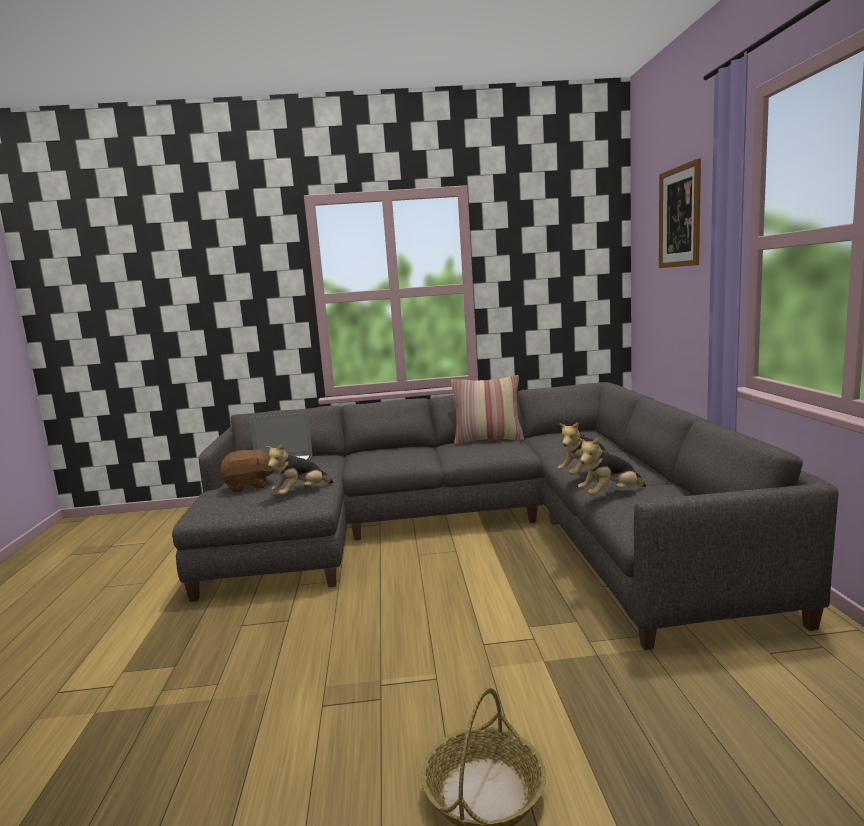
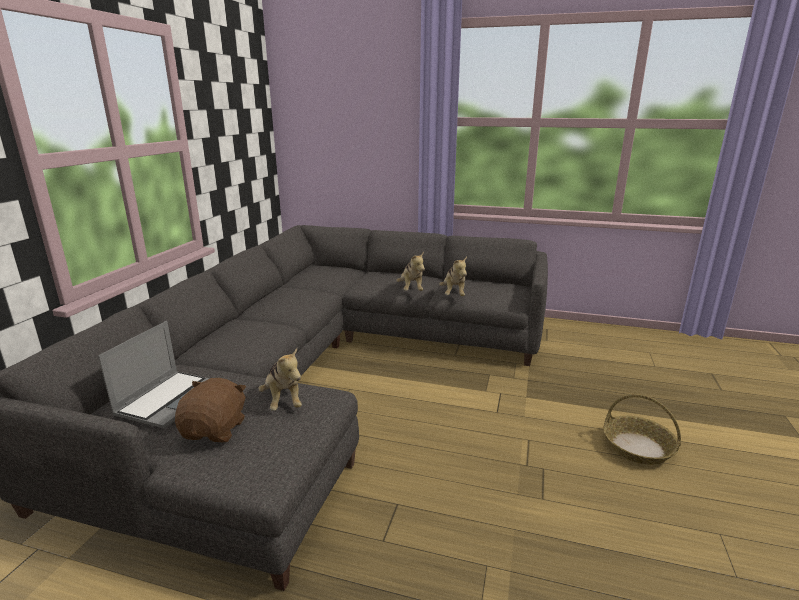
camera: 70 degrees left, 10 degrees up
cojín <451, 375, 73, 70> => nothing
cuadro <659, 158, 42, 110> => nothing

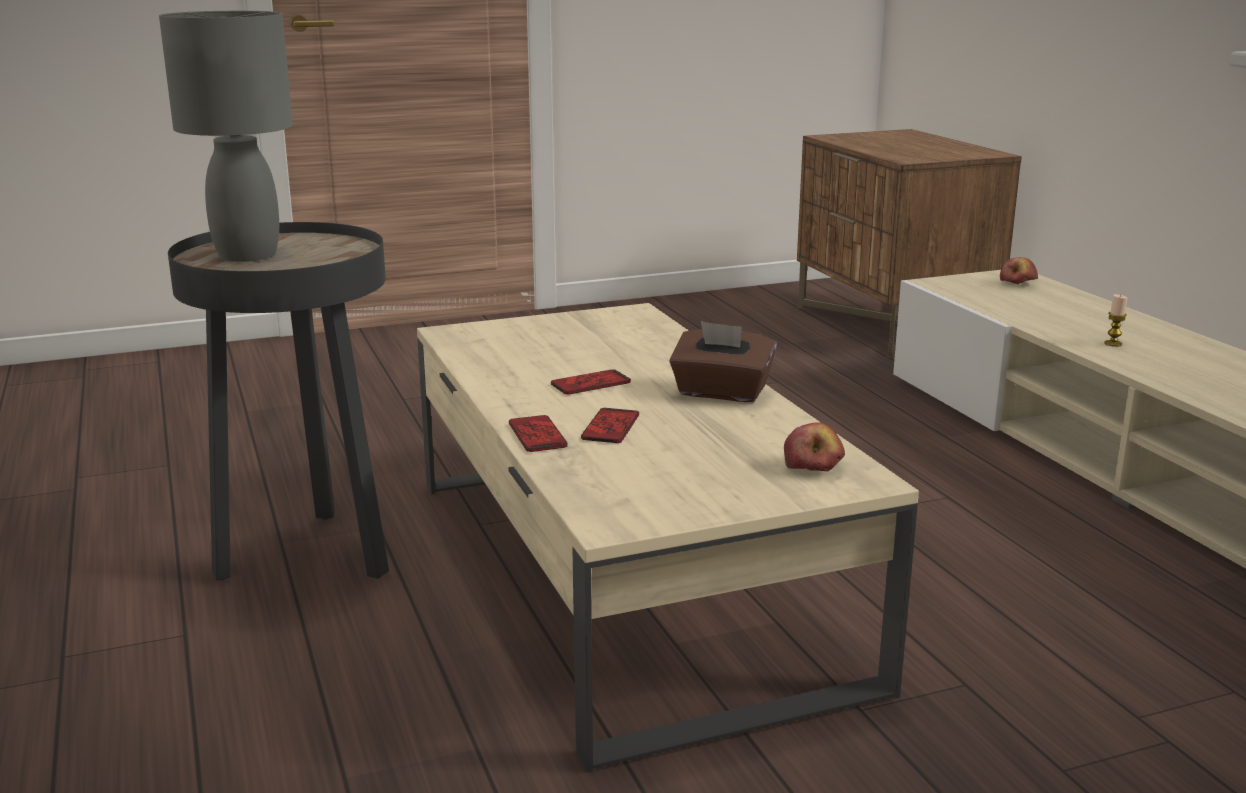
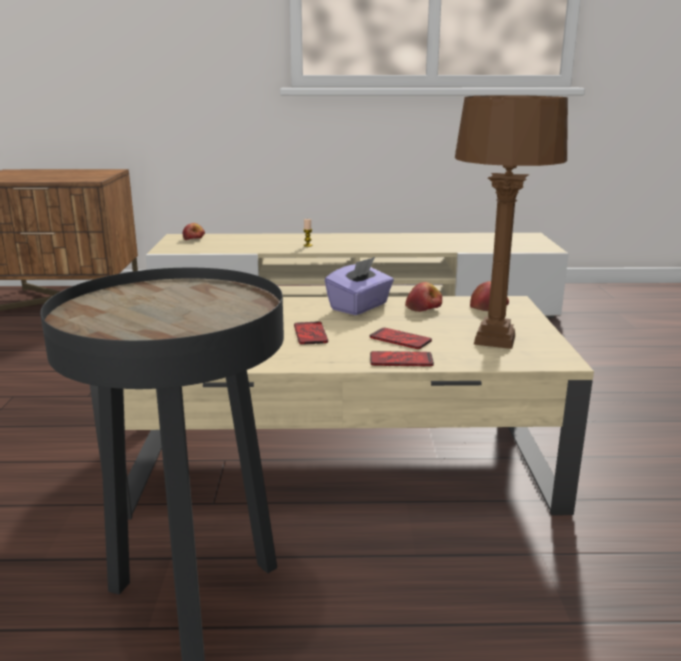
camera: 70 degrees left, 0 degrees up
lámpara de mesa [gris] <159, 11, 134, 251> => nothing
nothing => manzana <405, 282, 37, 30>
nothing => lámpara de mesa [marrón] <455, 95, 113, 254>
caja de pañuelos [marrón] <669, 321, 108, 81> => caja de pañuelos [morado] <325, 257, 69, 58>

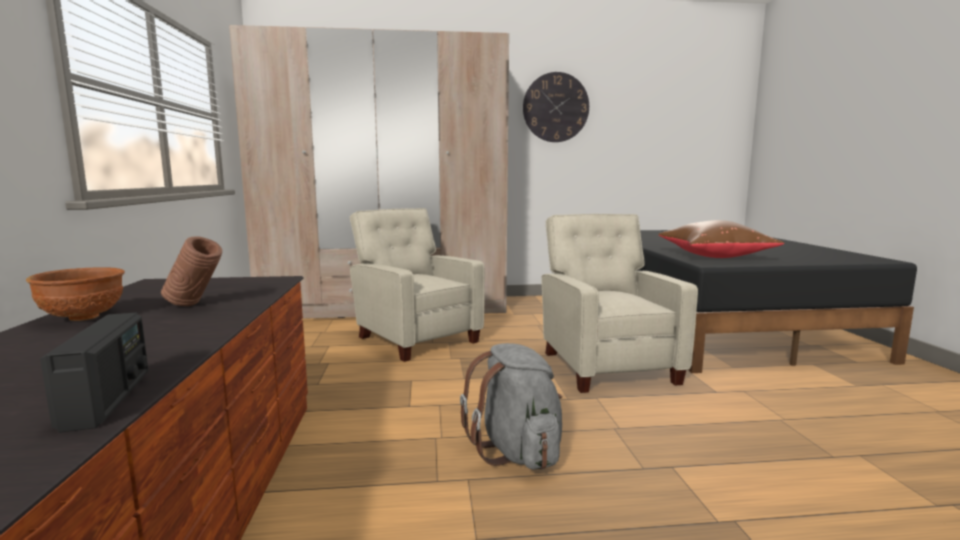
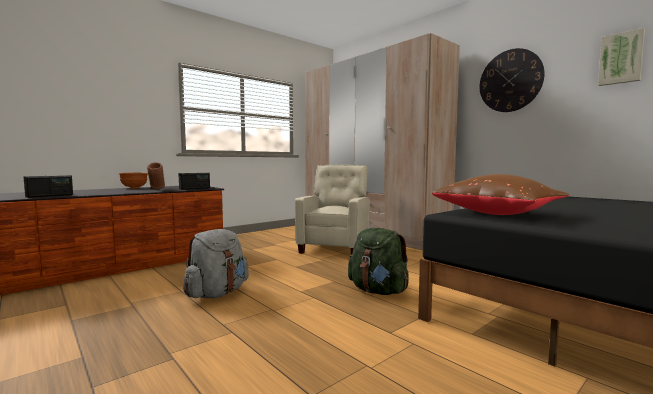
camera: 55 degrees right, 5 degrees down
nothing => radio <178, 173, 32, 17>
nothing => cuadro <598, 28, 47, 58>
sillón [beis] <541, 214, 157, 179> => mochila [verde] <348, 228, 60, 67>

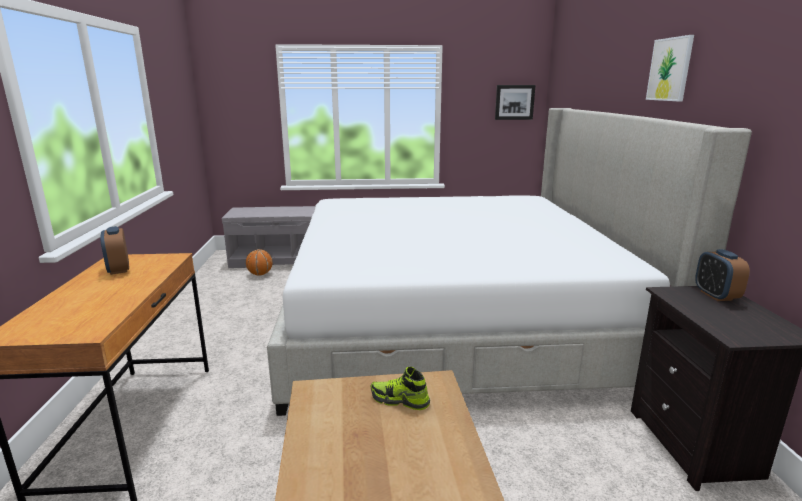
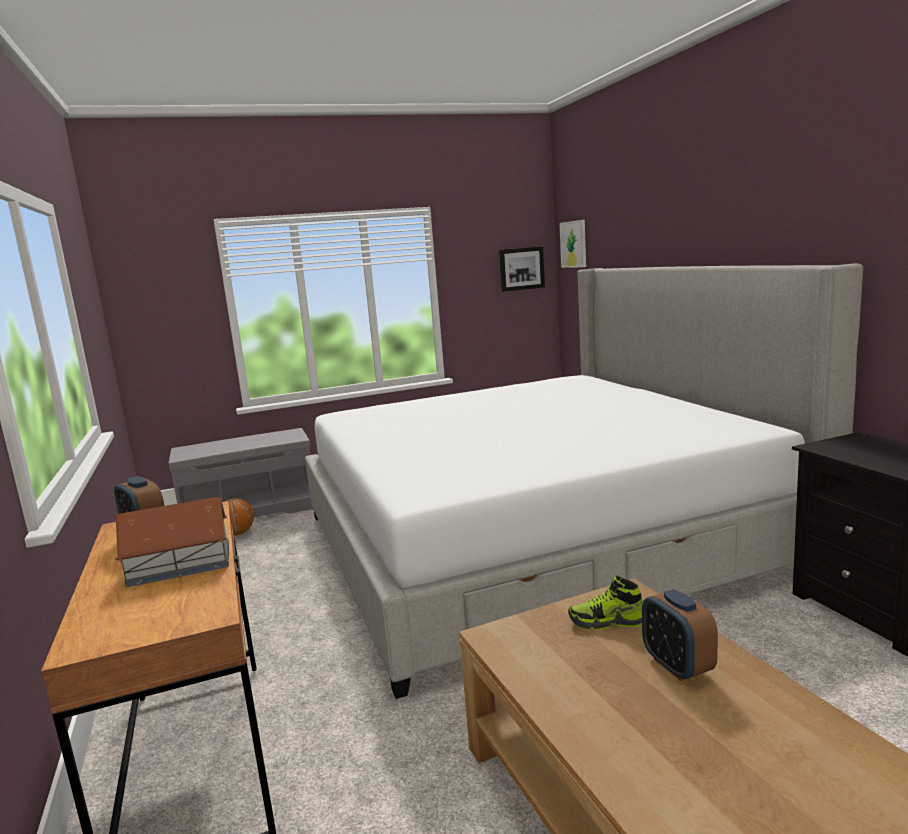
camera: 15 degrees left, 5 degrees down
nothing => casita <115, 497, 114, 90>
cuadro <646, 35, 48, 67> => cuadro <559, 220, 27, 48>, shifted
despertador <695, 249, 55, 52> => despertador <642, 589, 76, 92>, shifted

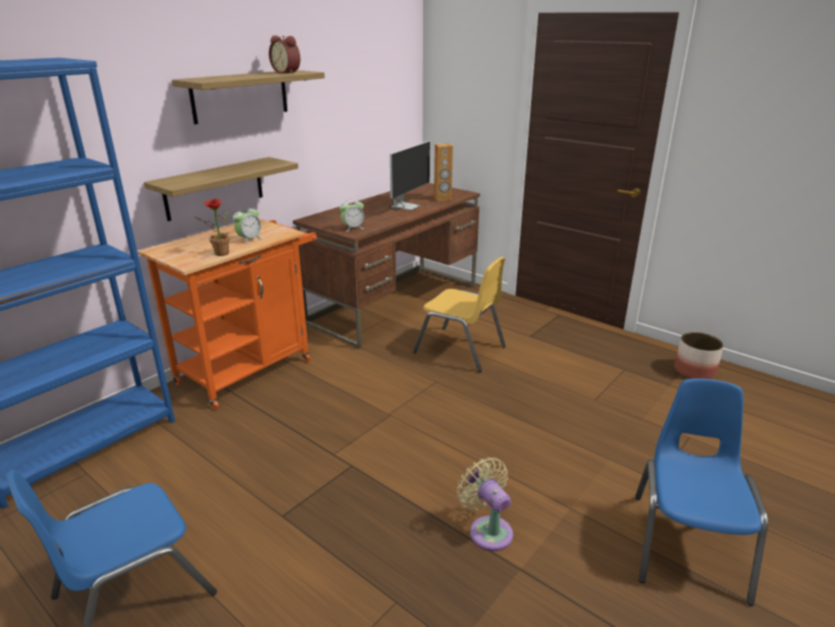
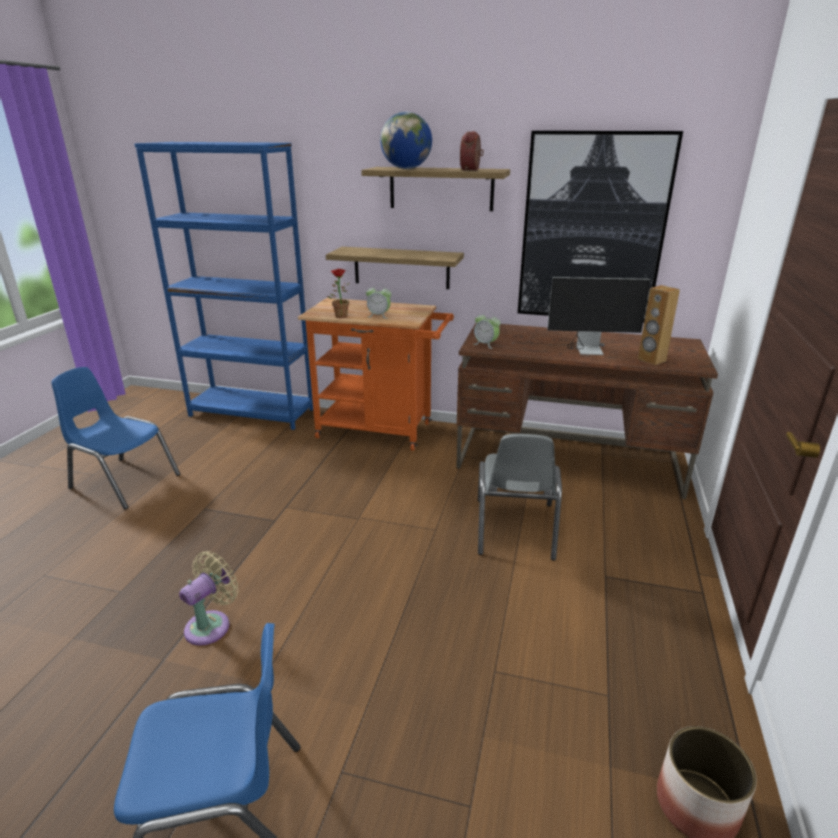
camera: 65 degrees right, 0 degrees up
nothing => globo terráqueo <380, 112, 52, 57>
nothing => cuadro <518, 131, 165, 192>
silla [amarillo] <413, 257, 93, 115> => silla [gris] <478, 434, 84, 127>

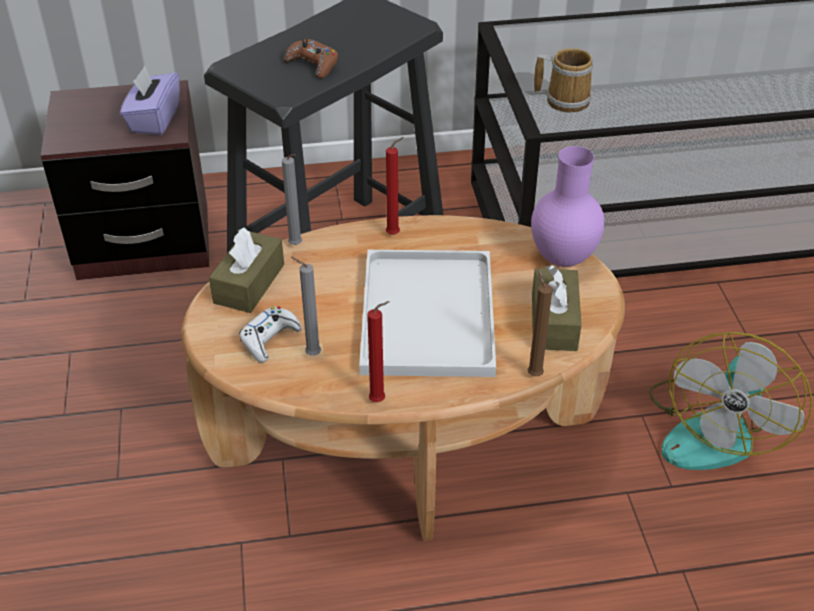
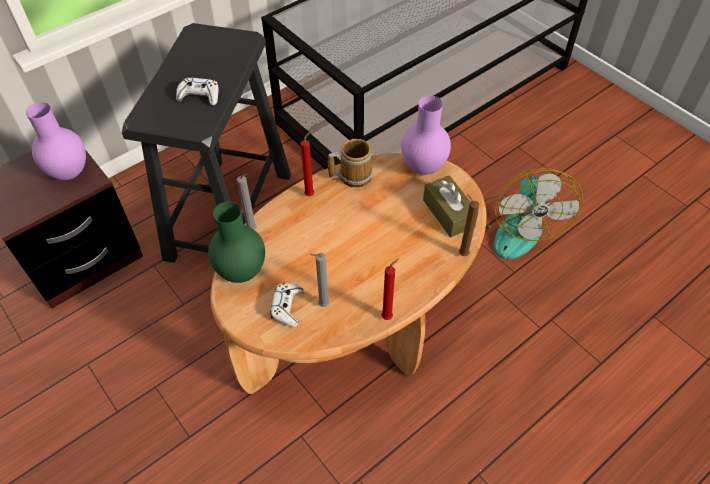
camera: 30 degrees left, 10 degrees up
bandeja [blanco] <359, 250, 137, 127> => nothing
taza grande <534, 48, 59, 65> => taza grande <328, 139, 45, 48>, shifted
caja de pañuelos [morado] <120, 66, 60, 69> => florero [morado] <26, 102, 60, 78>
caja de pañuelos [marrón] <209, 227, 75, 86> => florero [verde] <208, 201, 57, 82>
mando de consola [marrón] <284, 39, 54, 39> => mando de consola [blanco] <176, 78, 43, 27>

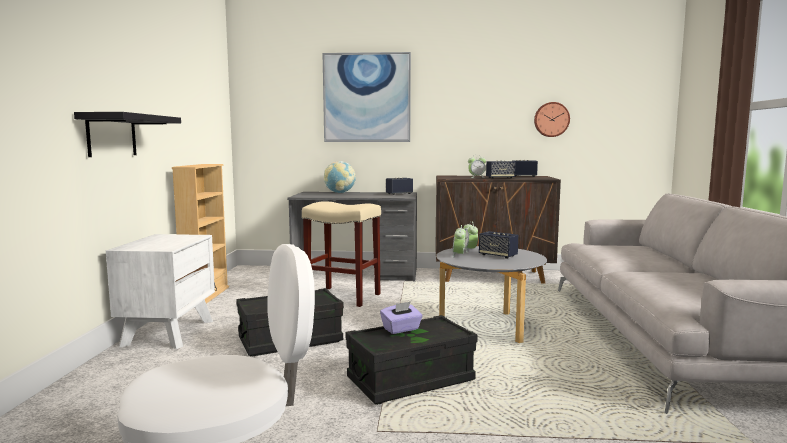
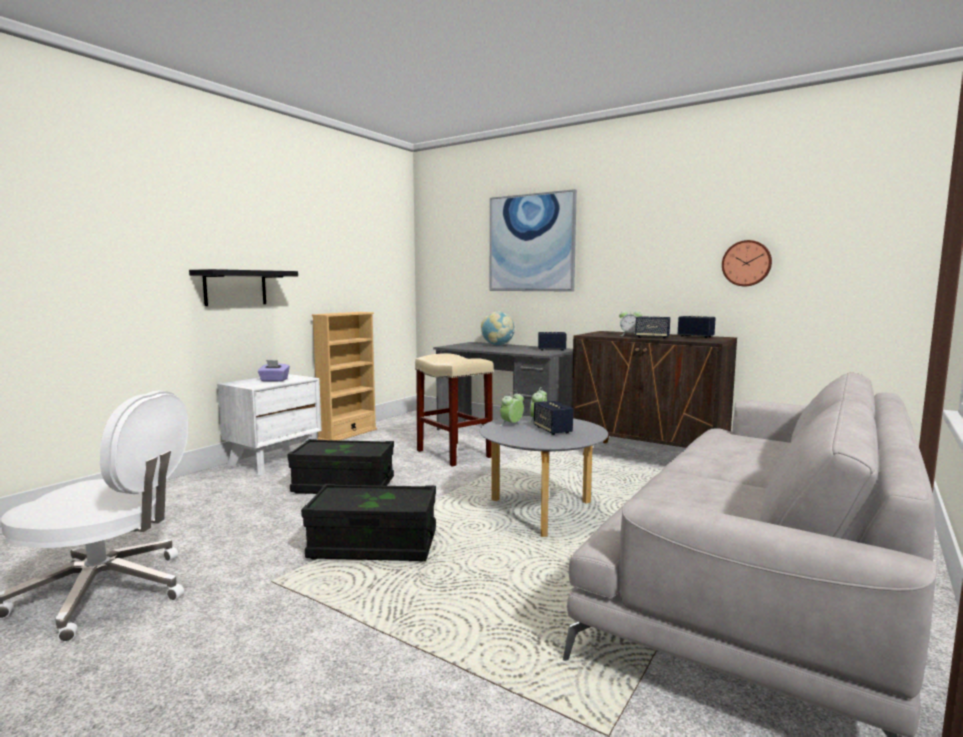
camera: 30 degrees right, 0 degrees up
caja de pañuelos [morado] <380, 302, 43, 32> => caja de pañuelos [morado] <258, 360, 32, 22>, shifted

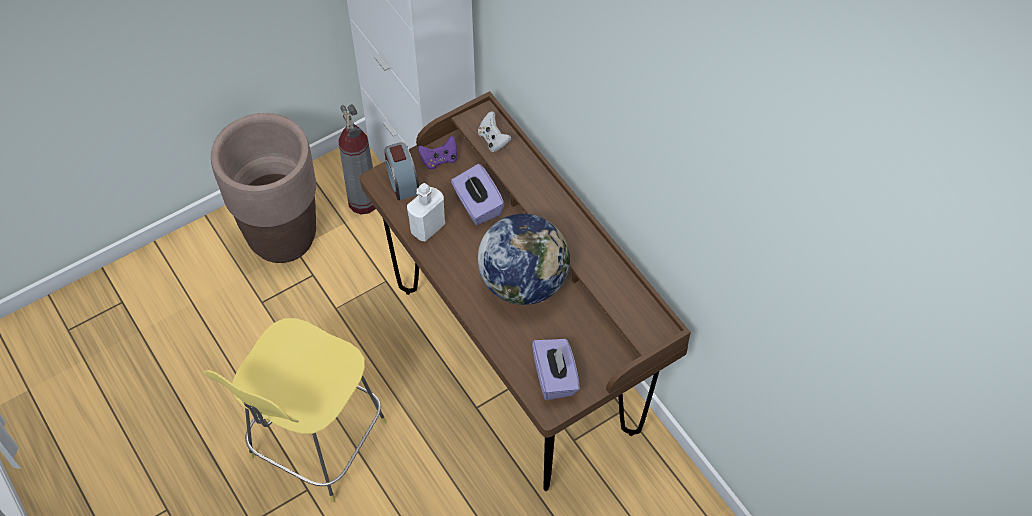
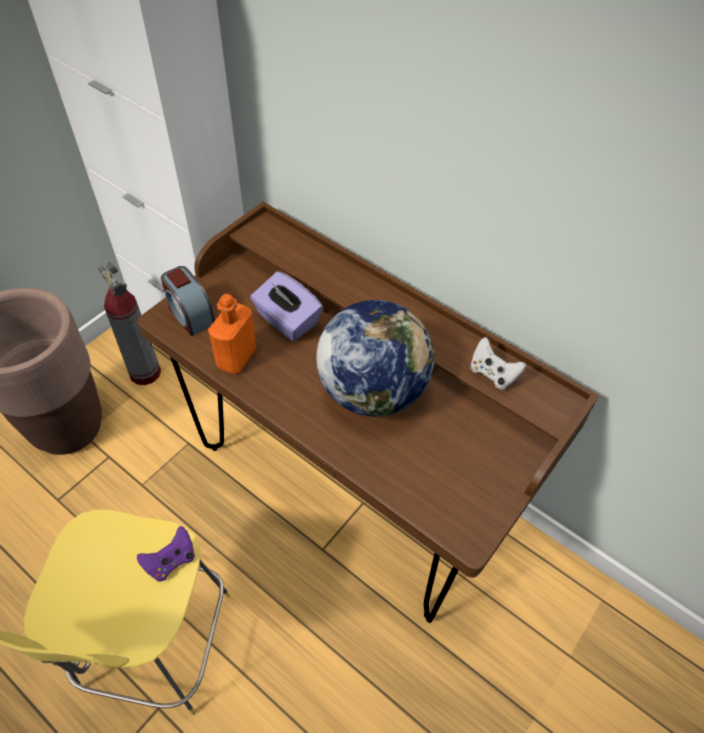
camera: 20 degrees left, 5 degrees down
caja de pañuelos [morado] <532, 339, 48, 61> => nothing
mando de consola [morado] <418, 136, 39, 34> => mando de consola [morado] <137, 526, 58, 56>, shifted
mando de consola [blanco] <478, 111, 34, 41> => mando de consola [blanco] <470, 337, 56, 52>, shifted
botella [blanco] <407, 183, 38, 59> => botella [naranja] <208, 294, 48, 80>

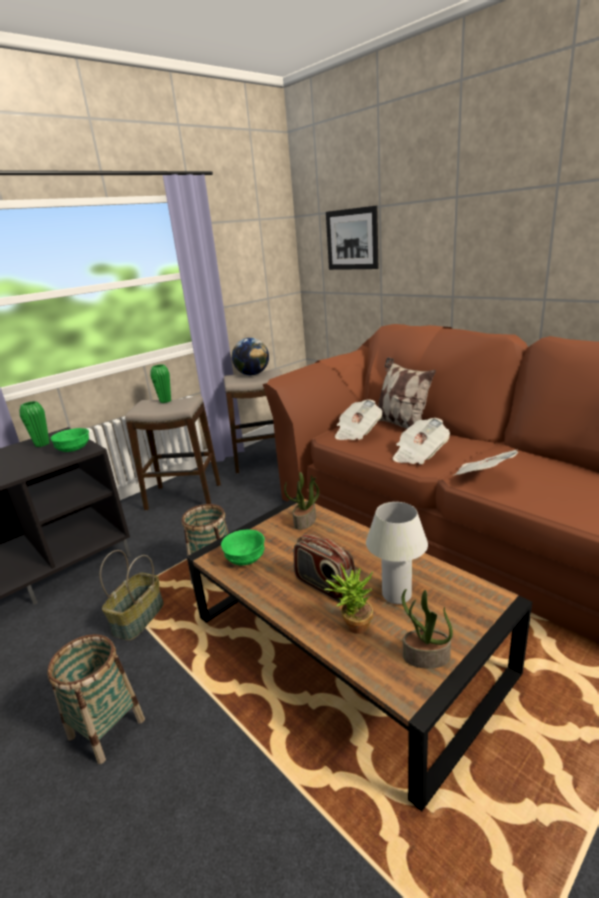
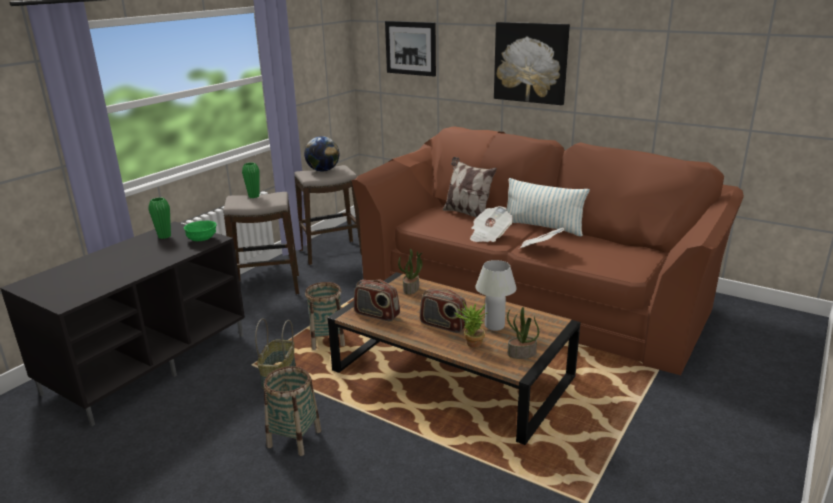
camera: 15 degrees left, 0 degrees up
periódico <335, 399, 47, 41> => nothing
nothing => cuadro <494, 22, 76, 83>
nothing => cojín <506, 178, 84, 58>
cuenco [verde] <221, 529, 44, 36> => radio <354, 280, 46, 41>

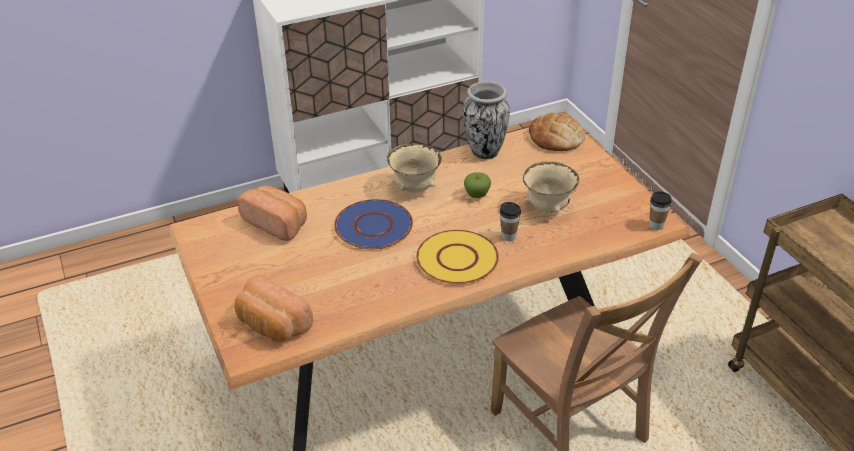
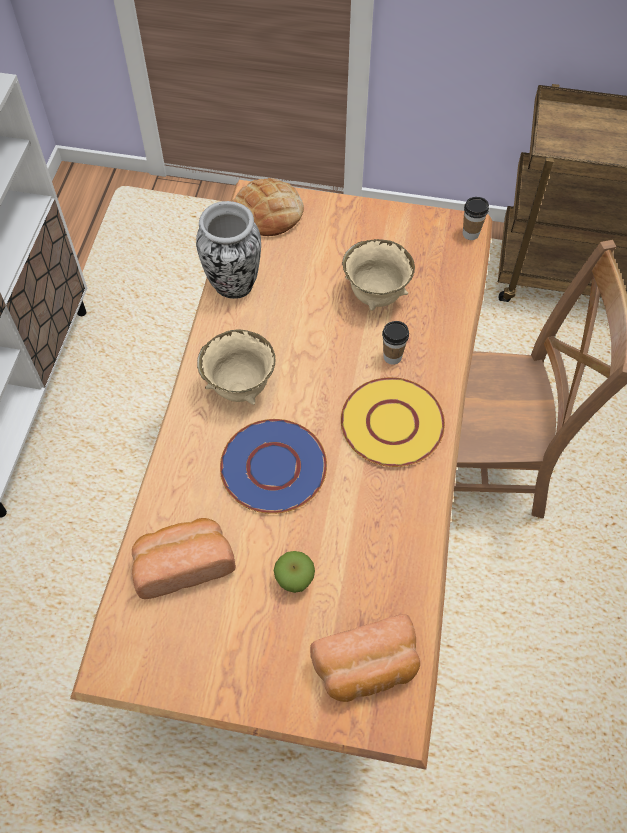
camera: 55 degrees left, 20 degrees up
manzana <464, 172, 27, 26> => manzana <274, 551, 41, 42>, shifted

